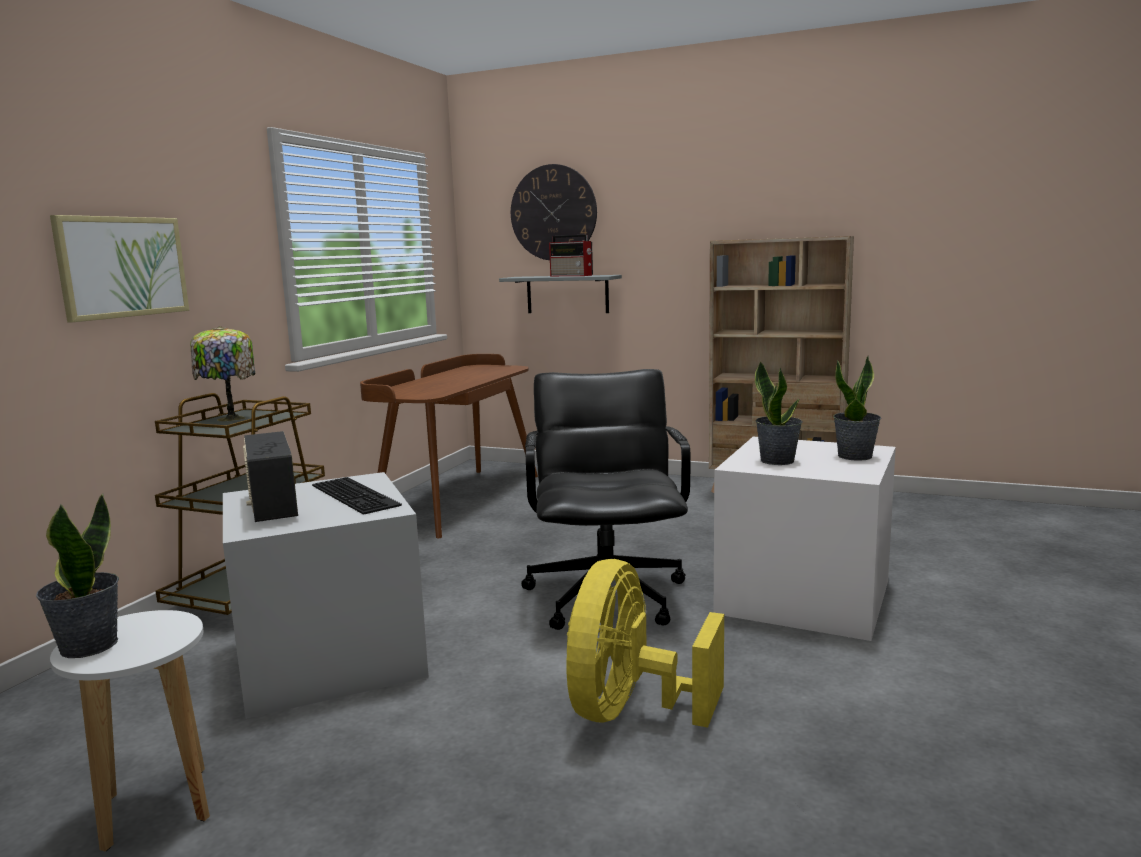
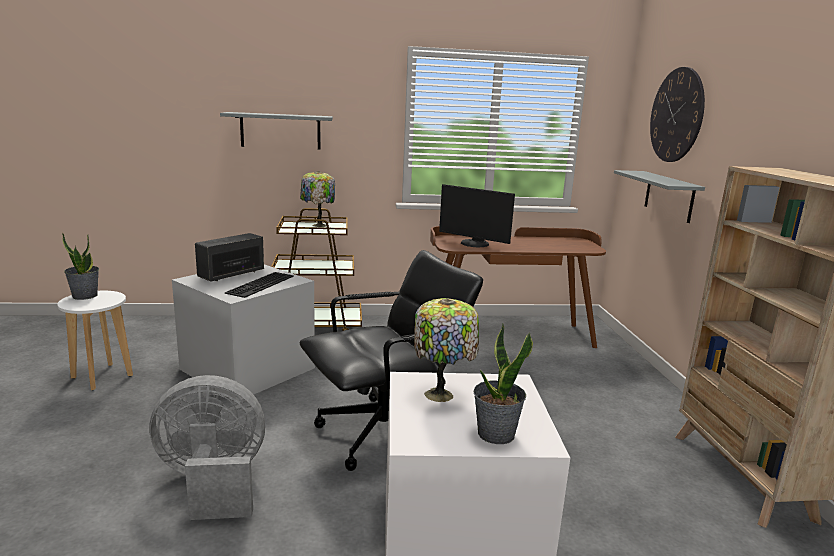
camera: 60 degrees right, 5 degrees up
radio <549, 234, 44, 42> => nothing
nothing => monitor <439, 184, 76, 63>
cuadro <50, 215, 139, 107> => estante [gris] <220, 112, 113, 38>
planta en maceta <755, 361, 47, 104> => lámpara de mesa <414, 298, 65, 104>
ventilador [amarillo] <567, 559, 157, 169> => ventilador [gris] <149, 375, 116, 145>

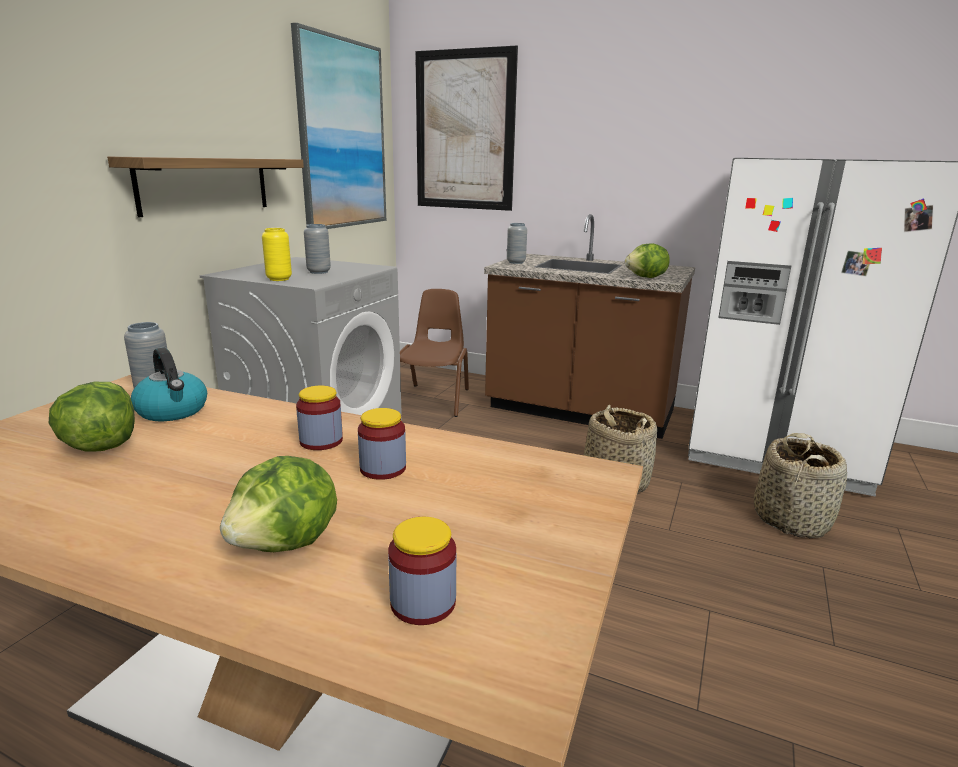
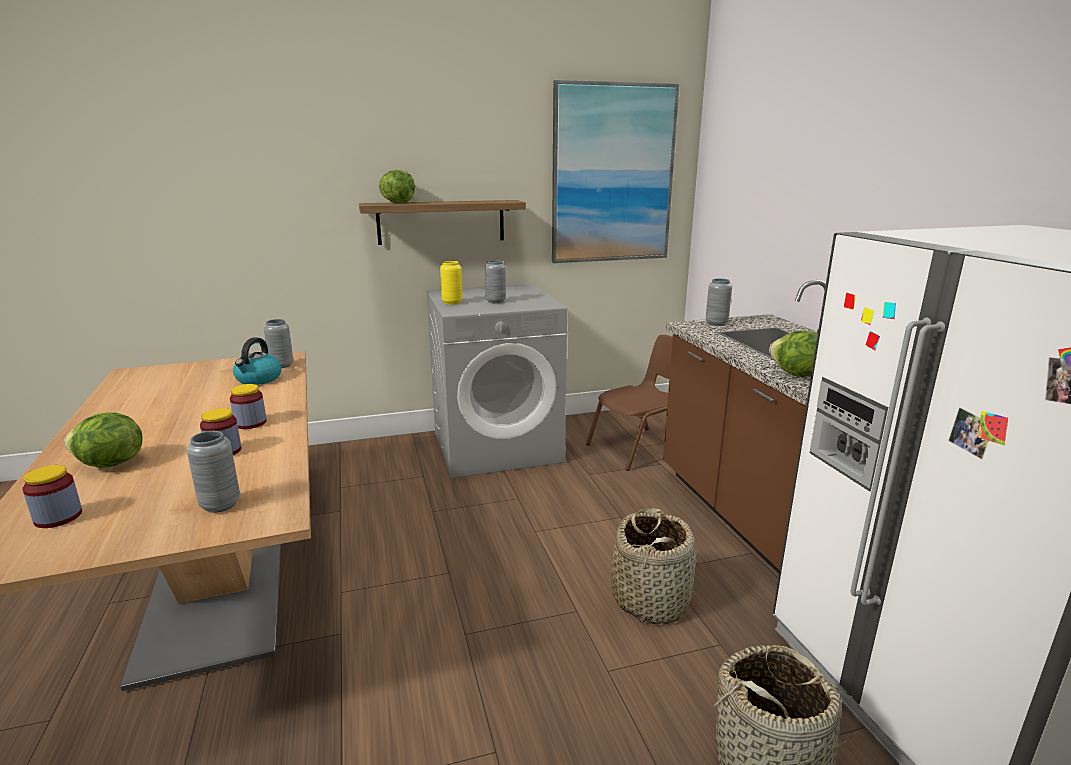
camera: 50 degrees right, 0 degrees up
cuadro <415, 46, 103, 165> => nothing
nothing => florero [gris] <187, 431, 53, 82>
lechuga <49, 382, 86, 70> => lechuga <379, 170, 36, 33>, shifted

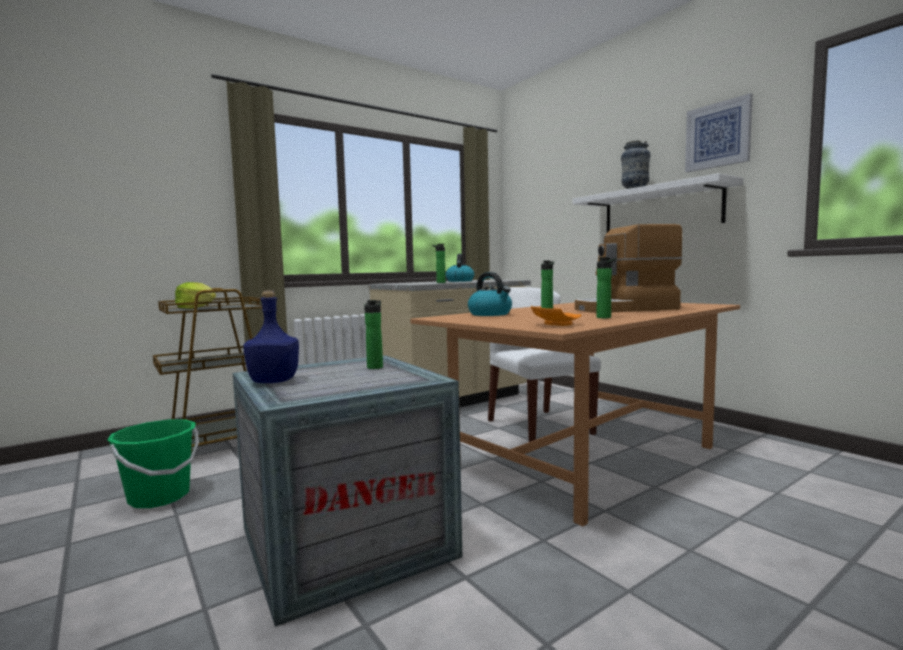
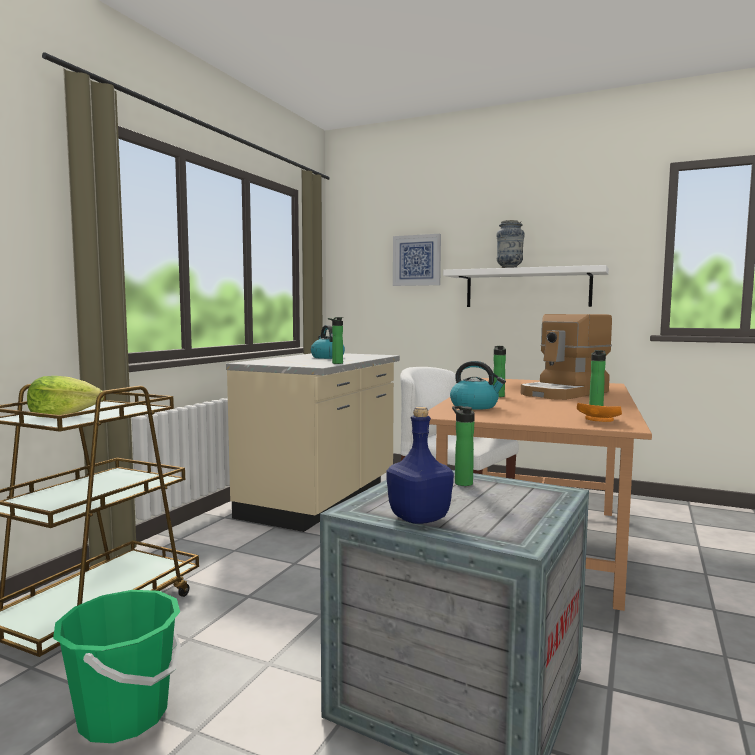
camera: 30 degrees left, 0 degrees up
cuadro <685, 93, 68, 79> => cuadro <393, 234, 48, 52>, shifted

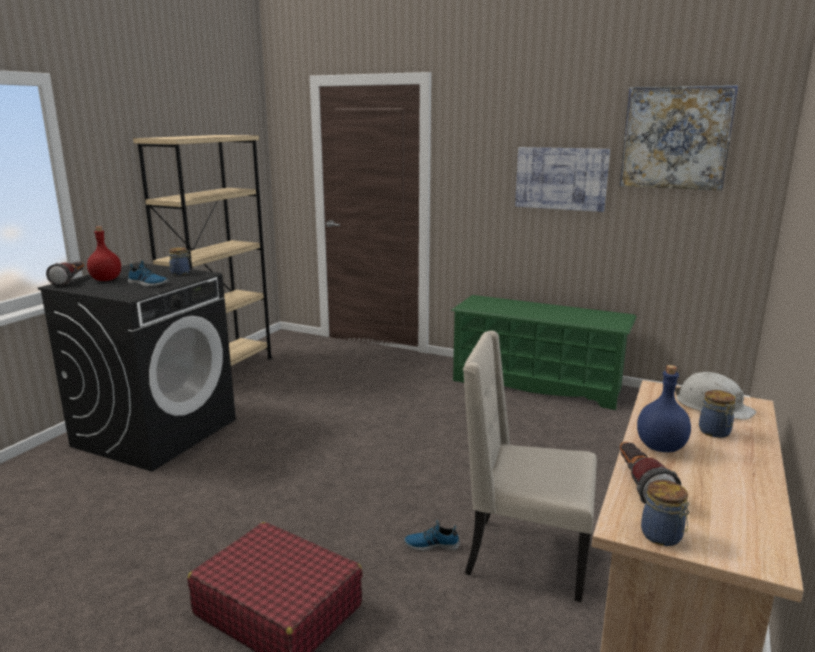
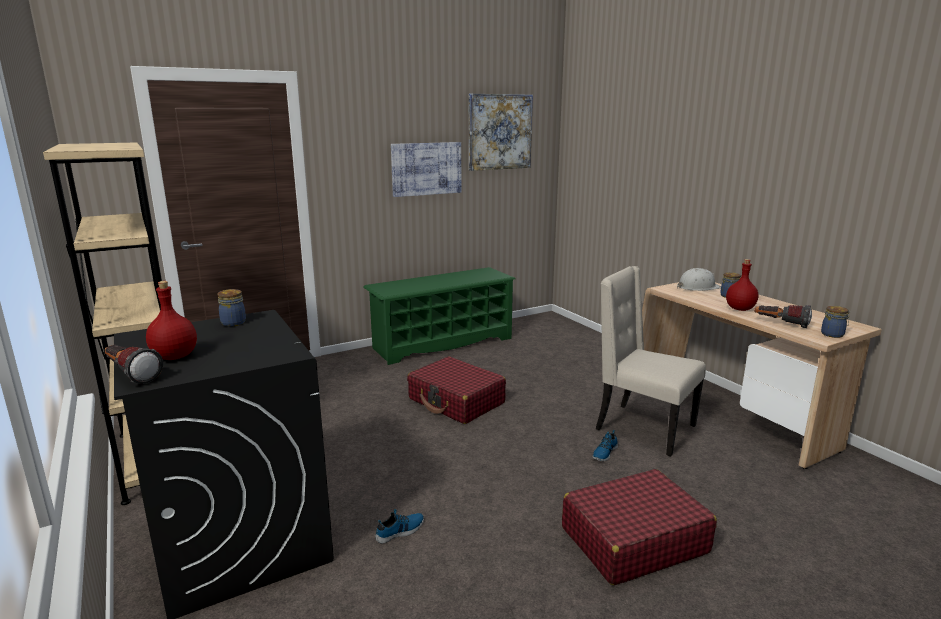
camera: 55 degrees left, 0 degrees up
nothing => maleta [rojo] <407, 356, 99, 68>
zapato <128, 261, 41, 25> => zapato <375, 509, 49, 34>, shifted
botella [azul] <637, 365, 54, 87> => botella [rojo] <726, 259, 32, 52>
silla [beis] <463, 331, 134, 272> => silla [beis] <596, 266, 110, 190>, 75 degrees clockwise

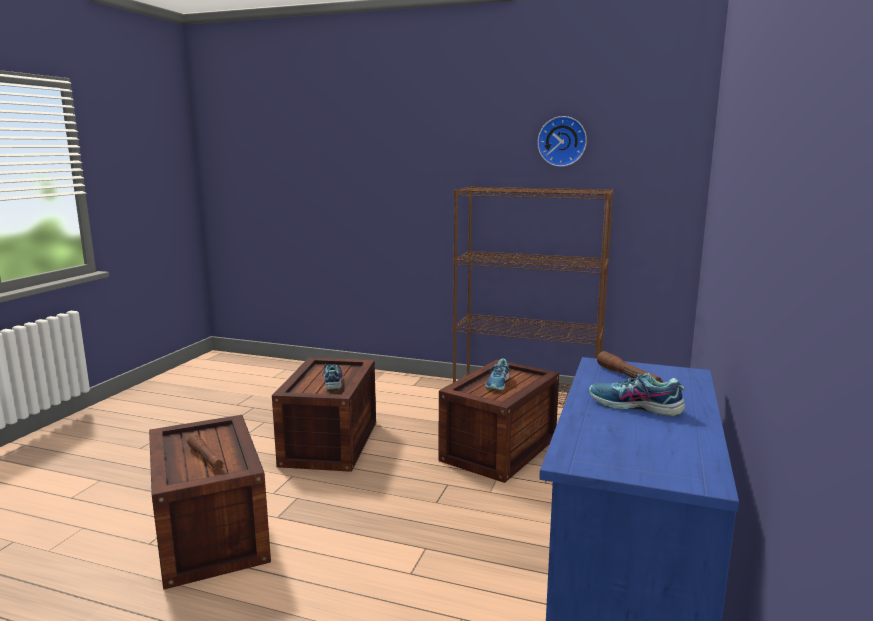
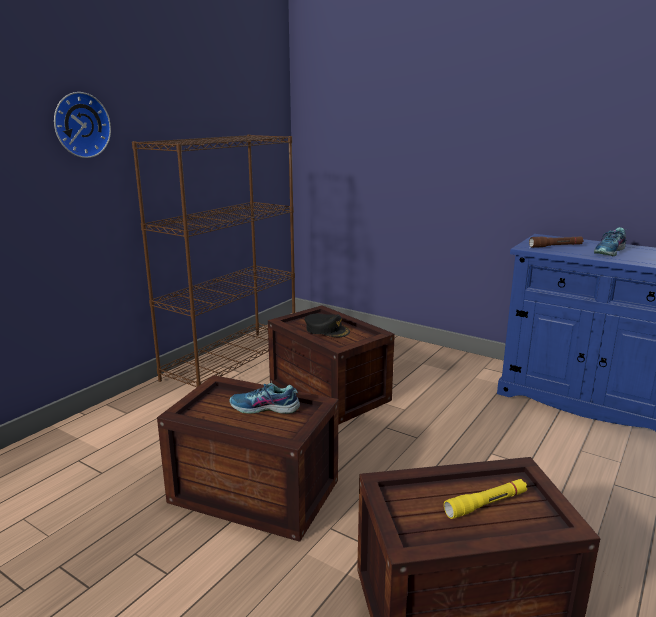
camera: 75 degrees left, 5 degrees up
reloj de pared <537, 116, 50, 51> => reloj de pared <54, 92, 57, 66>, shifted
zapato <485, 358, 24, 32> => gorra [negro] <304, 313, 46, 24>
linterna [marrón] <187, 435, 37, 35> => linterna [amarillo] <444, 479, 83, 40>

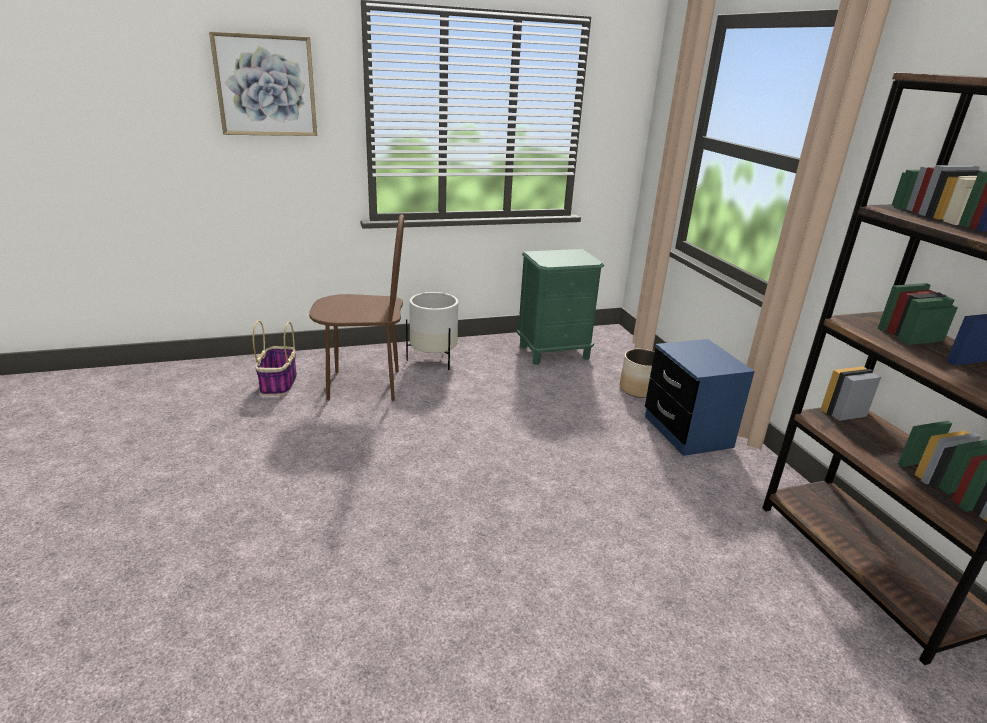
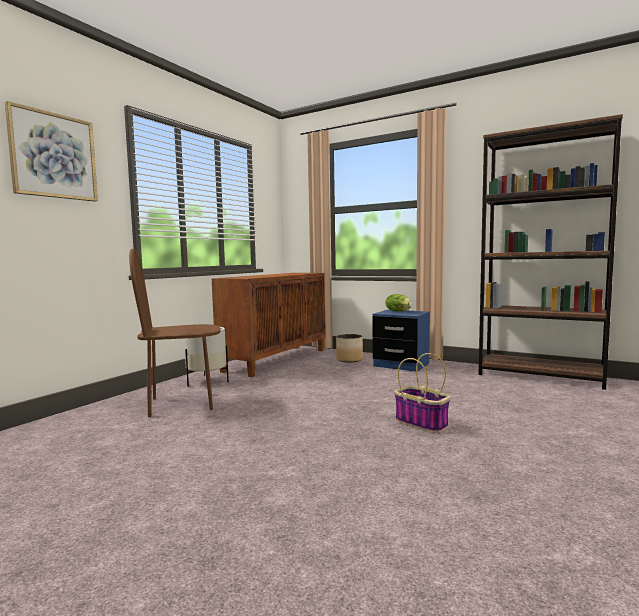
camera: 40 degrees left, 20 degrees down
nothing => lechuga <385, 294, 28, 17>
cesta <253, 320, 44, 76> => cesta <394, 353, 56, 80>, shifted
mesita de noche [verde] <517, 249, 87, 116> => armario [marrón] <212, 273, 114, 104>
silla [marrón] <309, 214, 95, 187> => silla [marrón] <129, 249, 92, 168>, 150 degrees counterclockwise

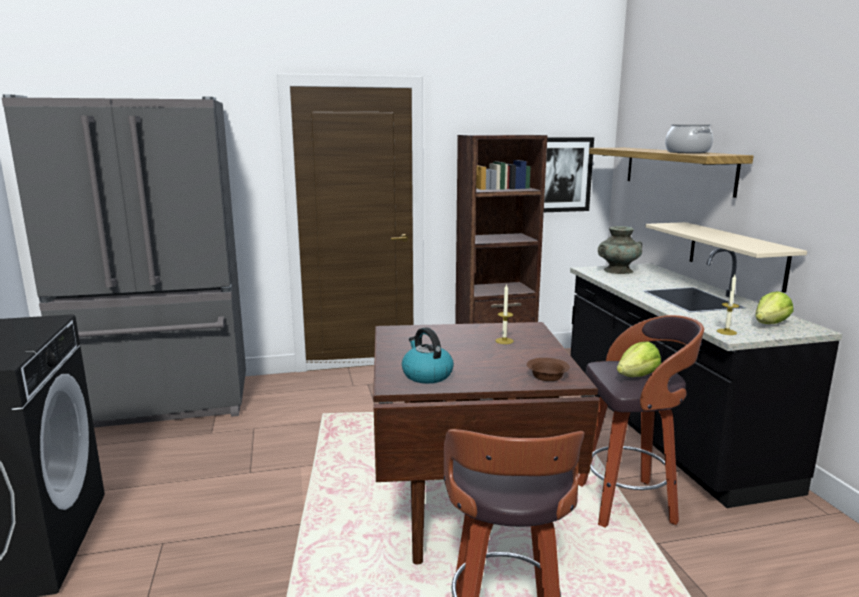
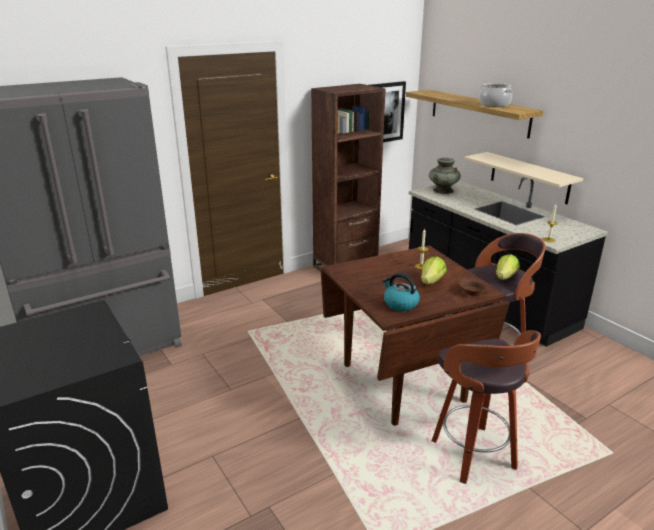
camera: 20 degrees left, 10 degrees up
lechuga <755, 291, 39, 33> => lechuga <421, 256, 26, 28>, shifted

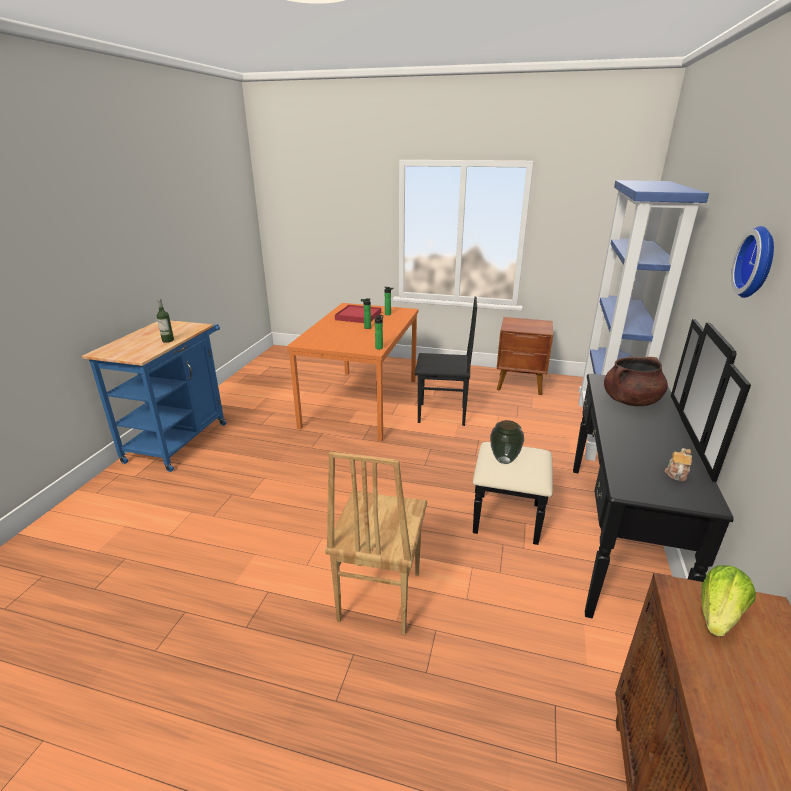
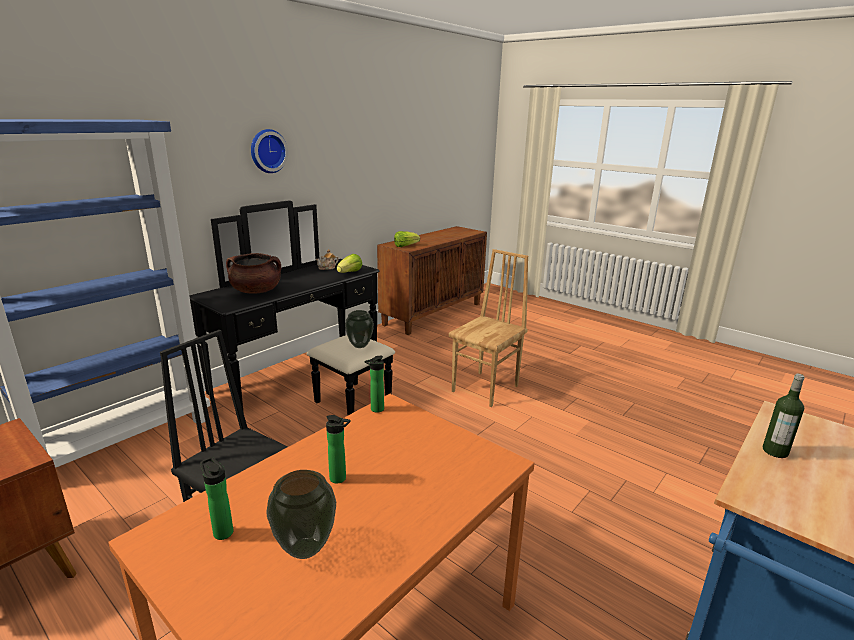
camera: 155 degrees left, 5 degrees down
nothing => lechuga <337, 254, 25, 19>
bandeja [rojo] <335, 305, 46, 18> => florero <266, 470, 70, 89>

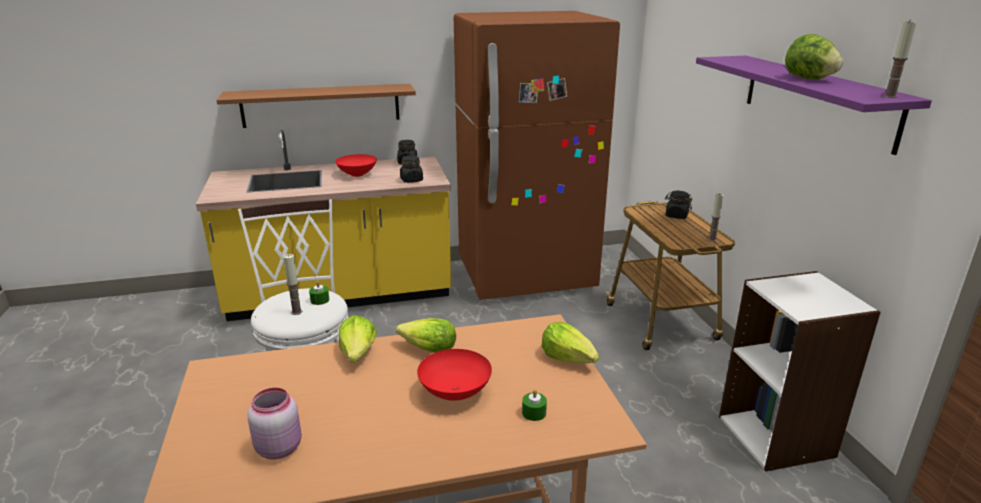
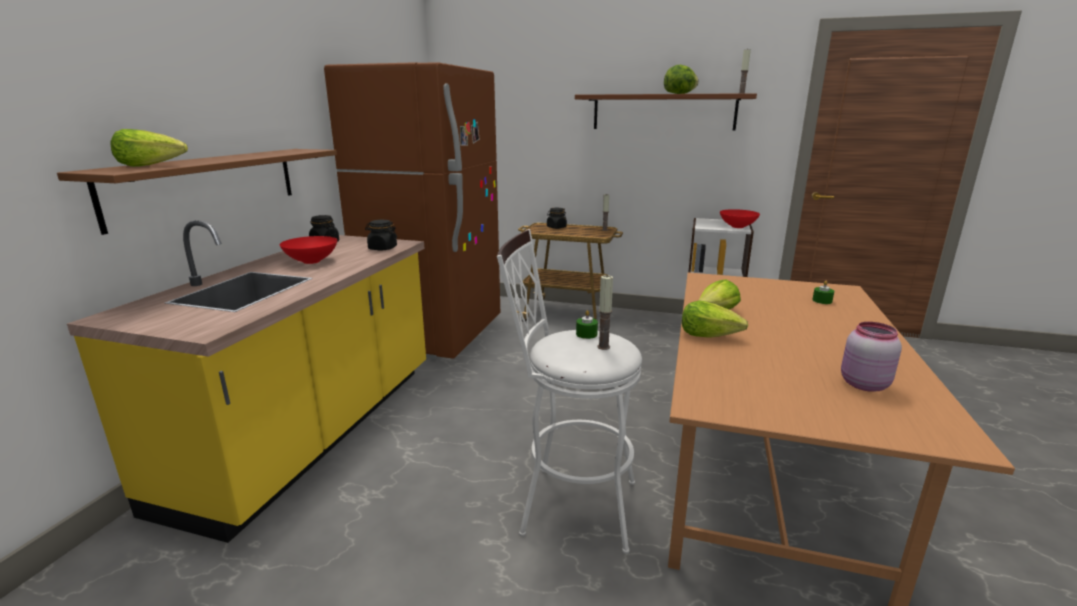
camera: 60 degrees left, 5 degrees down
cuenco [rojo] <417, 349, 75, 52> => cuenco [rojo] <720, 209, 40, 19>, shifted
lechuga <541, 322, 58, 41> => lechuga <111, 129, 77, 38>, shifted
estante [morado] <696, 56, 236, 99> => estante [marrón] <575, 93, 182, 38>

